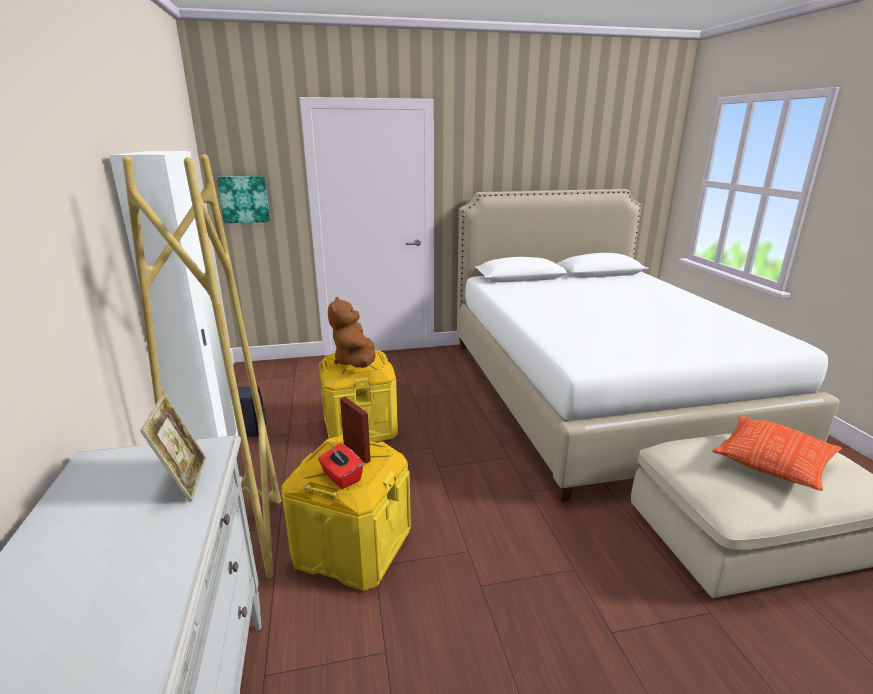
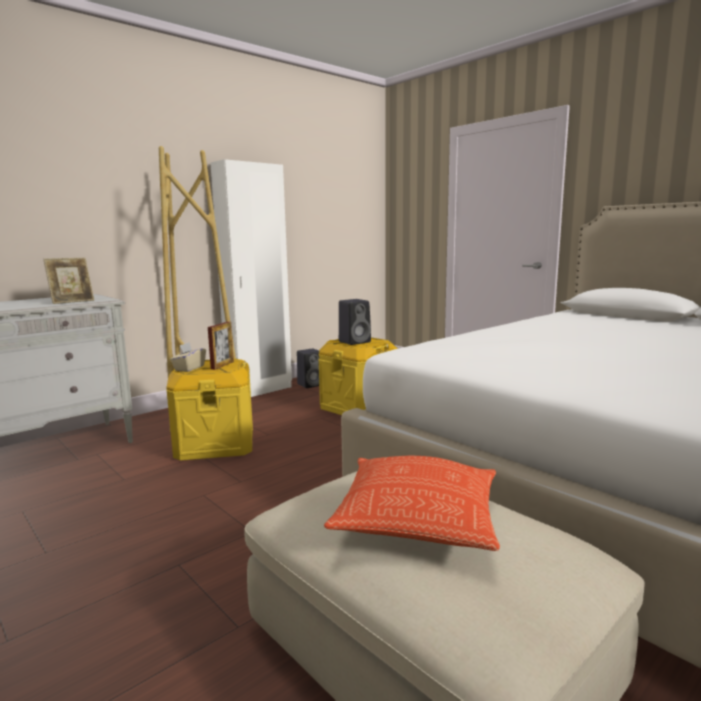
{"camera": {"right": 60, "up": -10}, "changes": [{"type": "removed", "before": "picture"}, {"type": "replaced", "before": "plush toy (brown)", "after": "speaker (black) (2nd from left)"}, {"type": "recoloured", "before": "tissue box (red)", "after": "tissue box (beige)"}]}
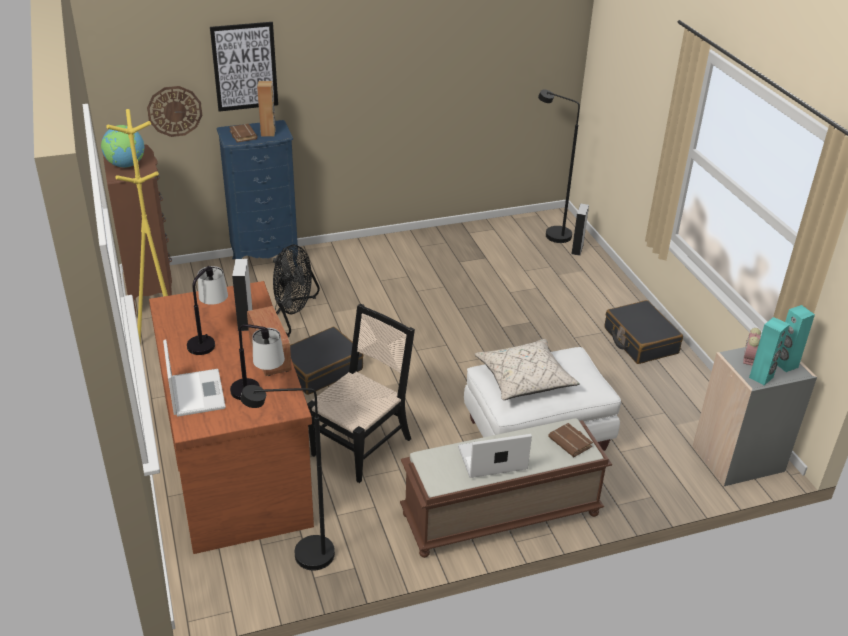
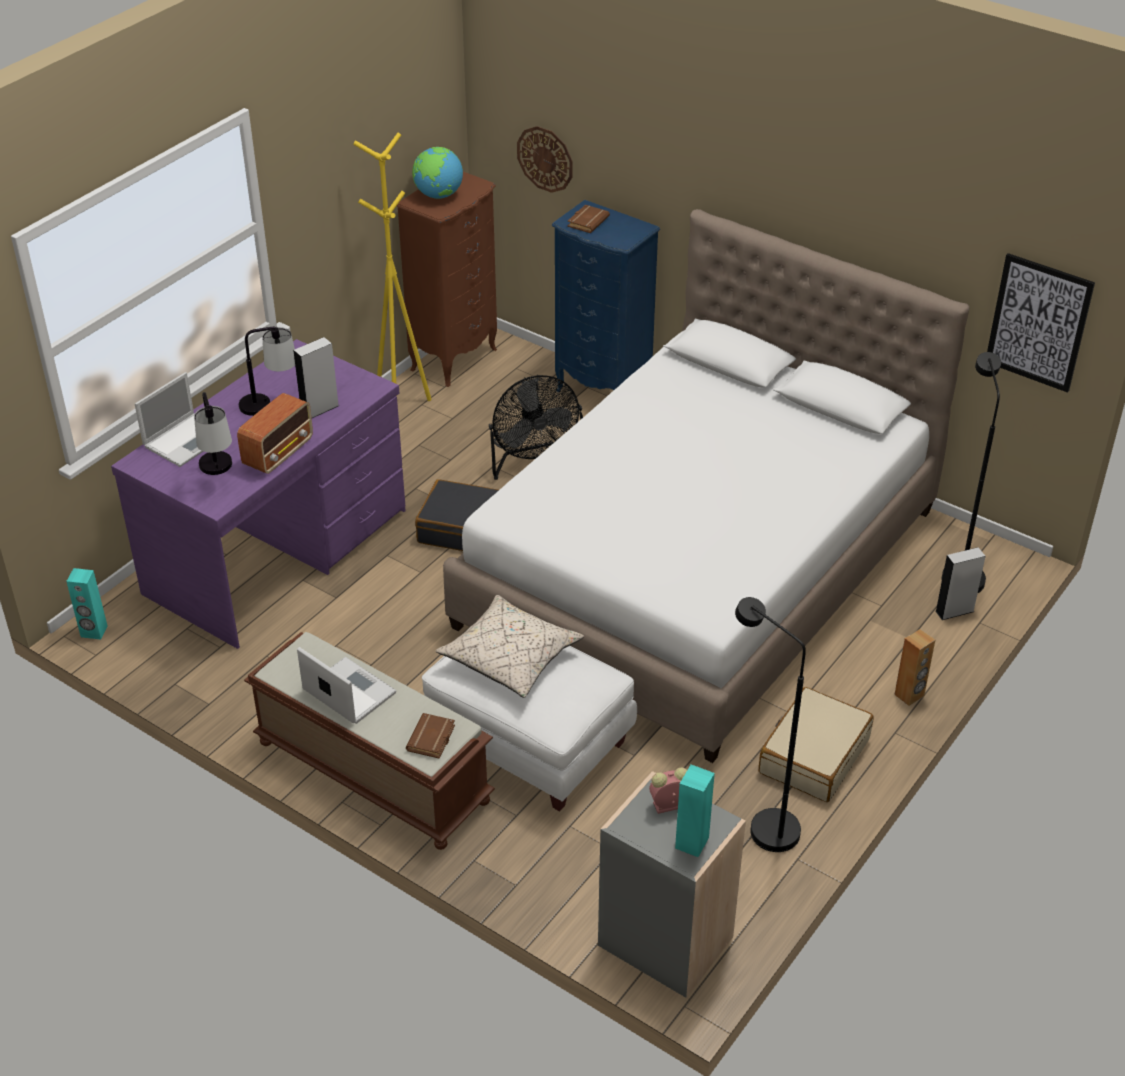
{"camera": {"right": 55, "up": 5}, "changes": [{"type": "moved", "before": "picture"}, {"type": "moved", "before": "speaker (brown)"}, {"type": "recoloured", "before": "desk (brown)", "after": "desk (purple)"}, {"type": "recoloured", "before": "suitcase (black) (2nd from left)", "after": "suitcase (beige)"}, {"type": "removed", "before": "chair"}, {"type": "moved", "before": "speaker (turquoise) (1st from left)"}, {"type": "moved", "before": "floor lamp (black) (1st from left)"}, {"type": "added", "after": "bed (white)"}]}
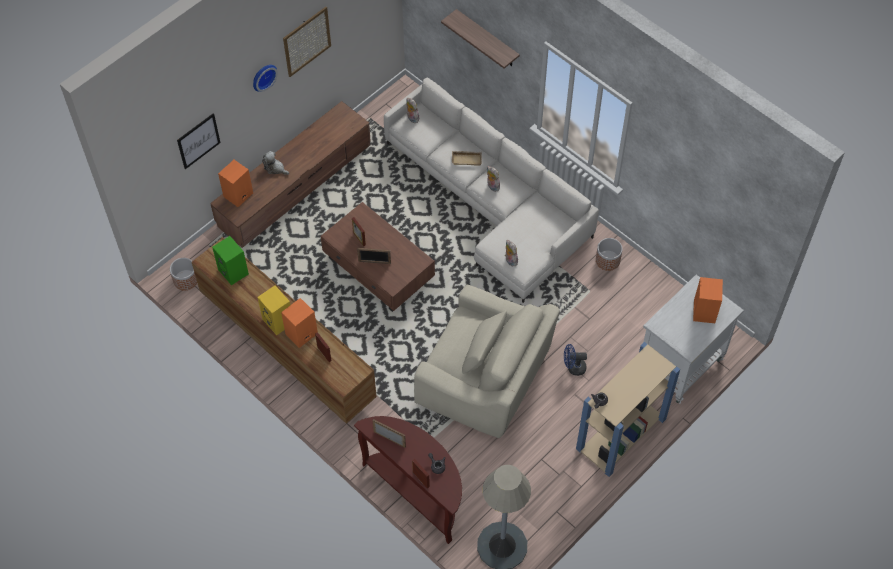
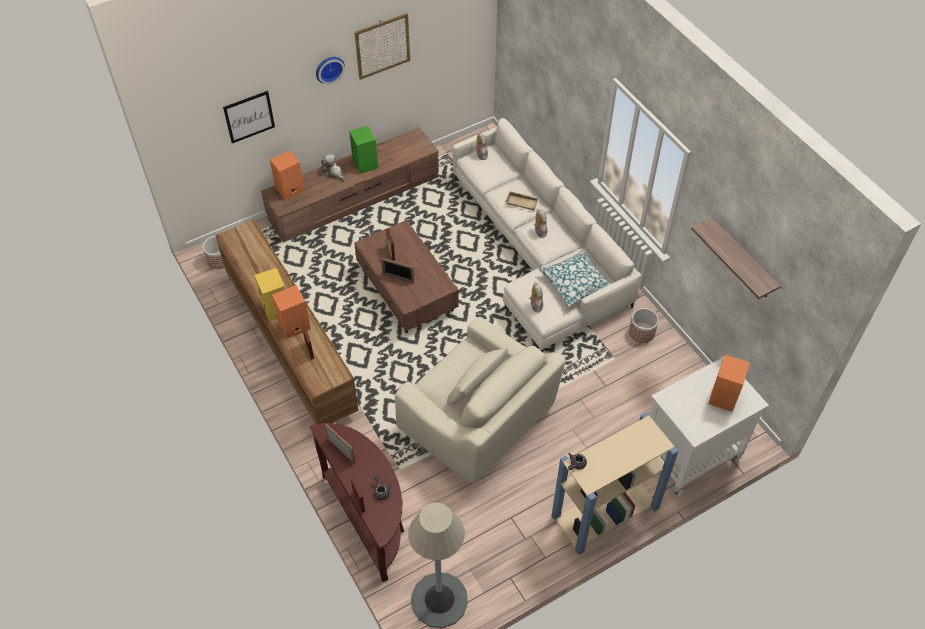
{"camera": {"right": 15, "up": -5}, "changes": [{"type": "moved", "before": "shelf"}, {"type": "moved", "before": "speaker (green)"}, {"type": "removed", "before": "fan (blue)"}, {"type": "added", "after": "pillow"}]}
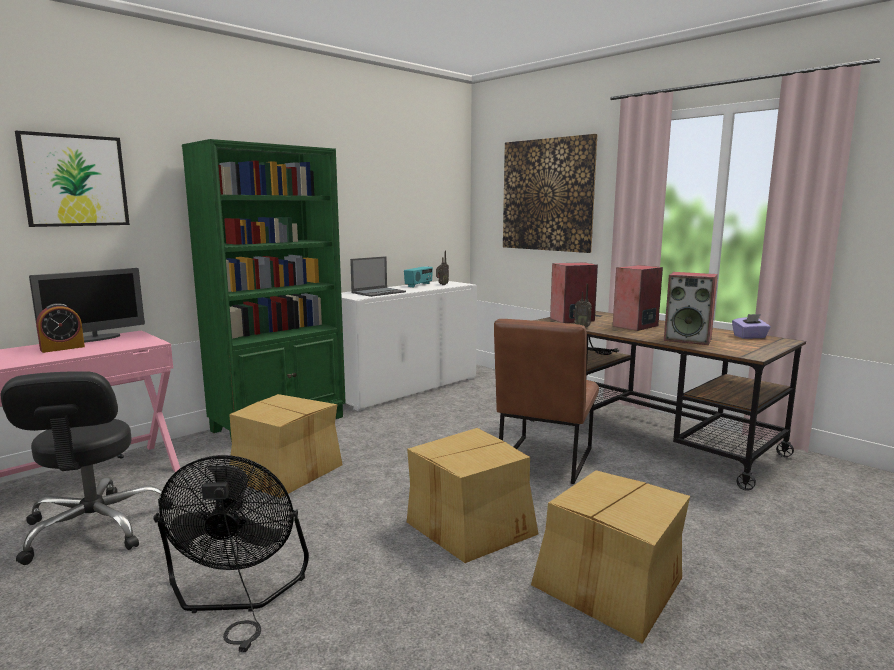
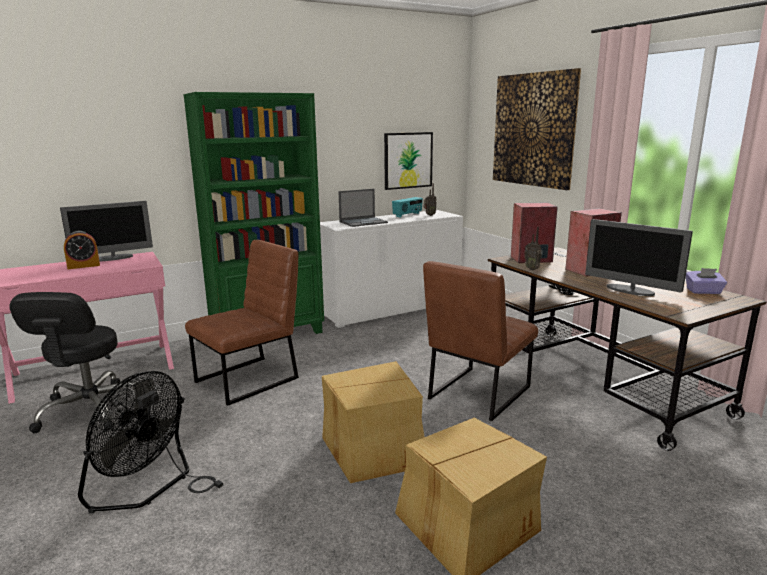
{"camera": {"right": 15, "up": 5}, "changes": [{"type": "moved", "before": "picture (1st from left)"}, {"type": "replaced", "before": "speaker (3rd from left)", "after": "monitor (2nd from left)"}, {"type": "replaced", "before": "cardboard box (1st from left)", "after": "chair (brown) (1st from left)"}, {"type": "turned", "before": "fan (black)", "turn": -75}]}
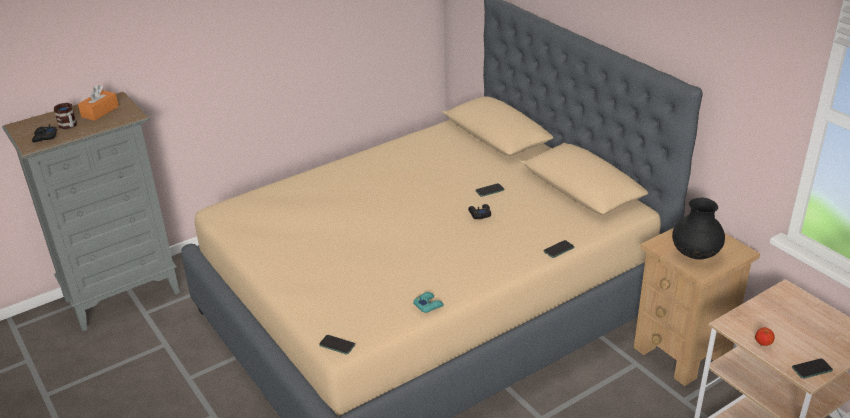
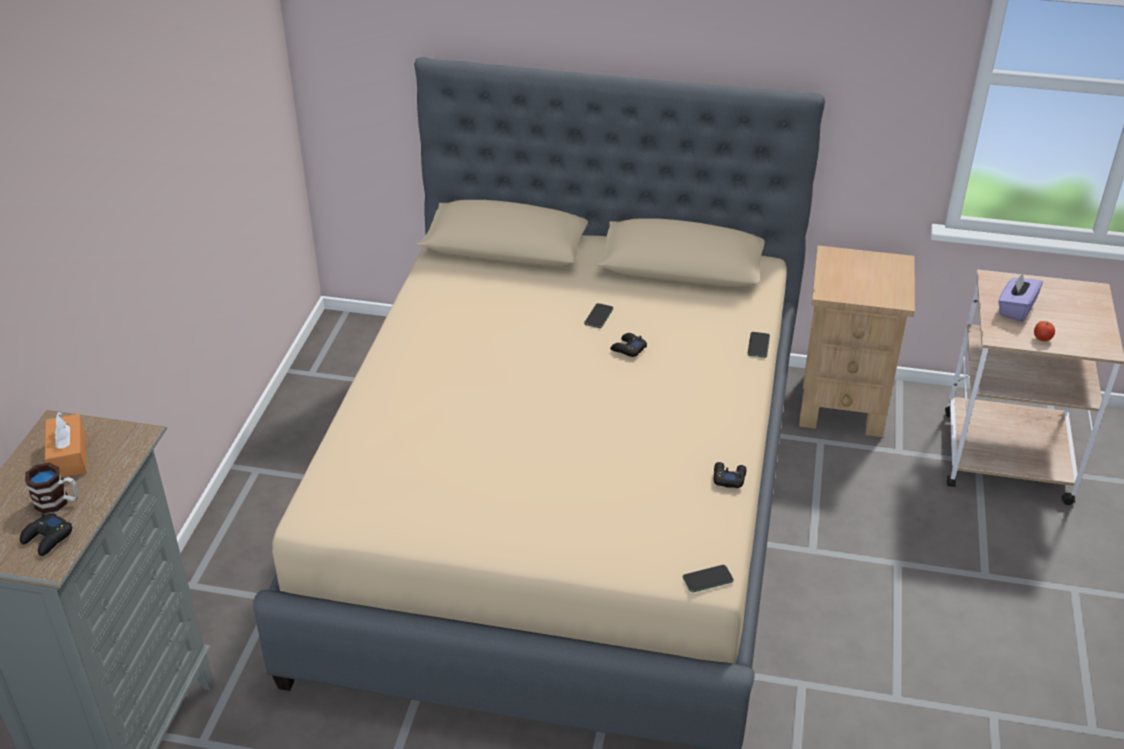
{"camera": {"right": -45, "up": 5}, "changes": [{"type": "removed", "before": "vase (black)"}, {"type": "recoloured", "before": "game controller (turquoise)", "after": "game controller (black) (3rd from left)"}, {"type": "removed", "before": "phone (4th from left)"}, {"type": "added", "after": "tissue box (purple)"}]}
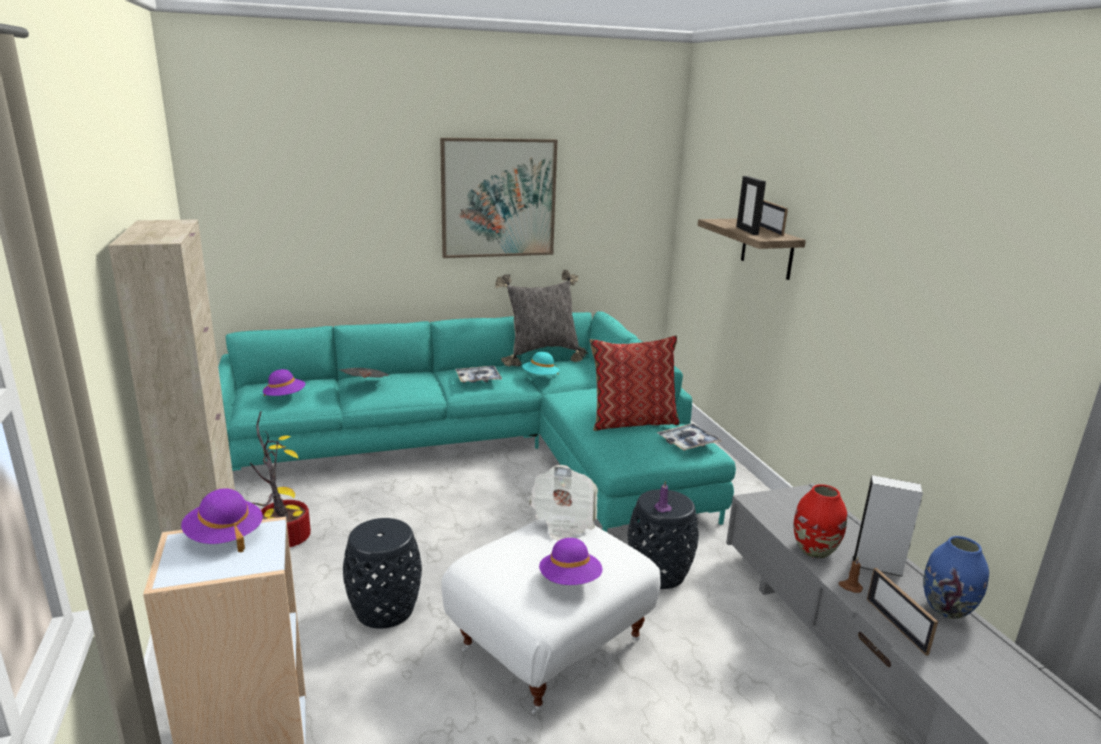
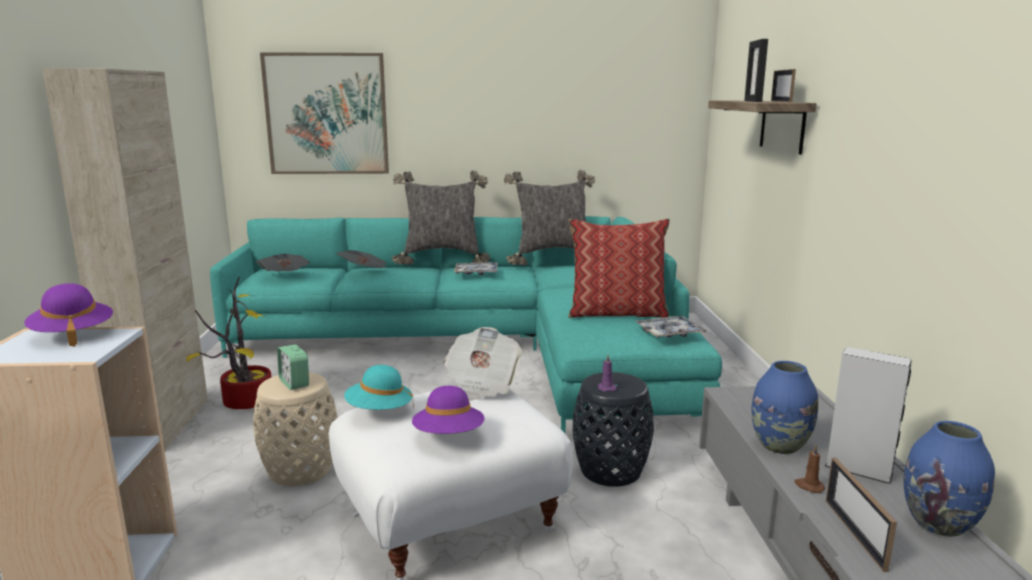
{"camera": {"right": 15, "up": -5}, "changes": [{"type": "moved", "before": "picture"}, {"type": "moved", "before": "hat (turquoise)"}, {"type": "replaced", "before": "hat (purple) (2nd from left)", "after": "newspaper (1st from left)"}, {"type": "recoloured", "before": "vase (red)", "after": "vase (blue) (1st from left)"}, {"type": "recoloured", "before": "stool (black) (1st from left)", "after": "stool (beige)"}, {"type": "added", "after": "pillow (1st from left)"}, {"type": "added", "after": "alarm clock"}]}
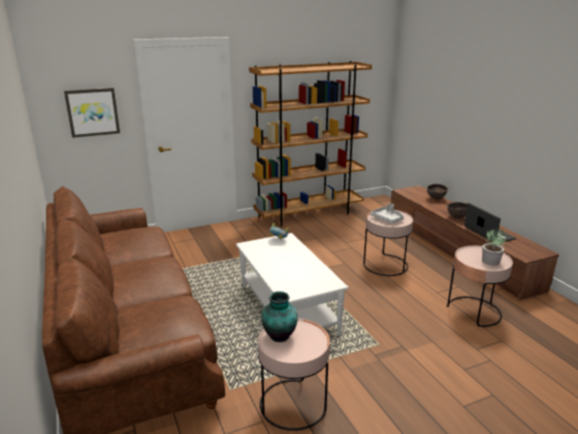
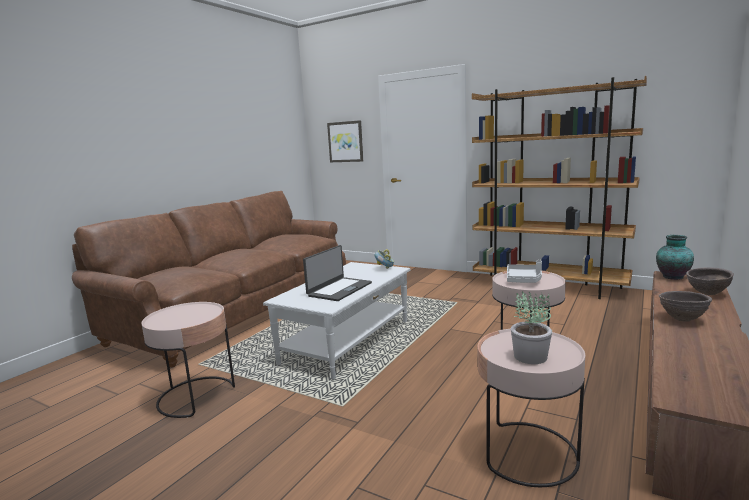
{"camera": {"right": 55, "up": -10}, "changes": [{"type": "moved", "before": "laptop"}, {"type": "moved", "before": "vase"}]}
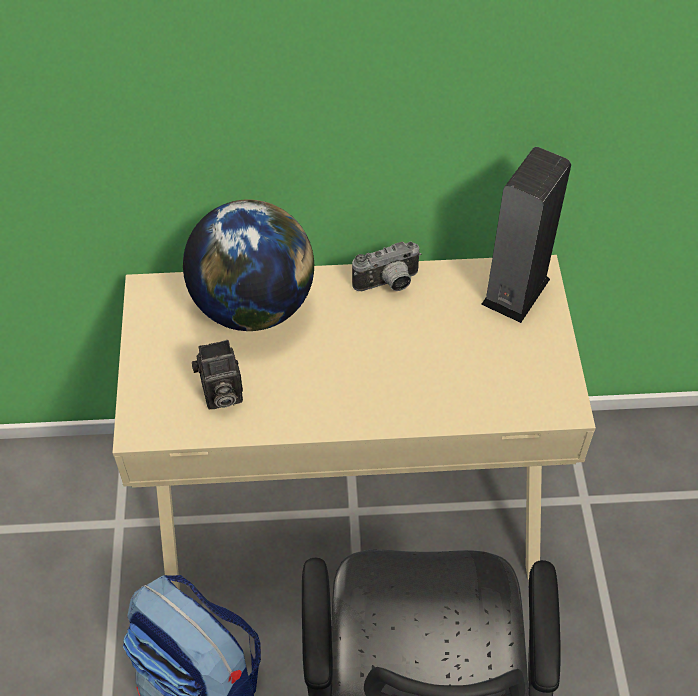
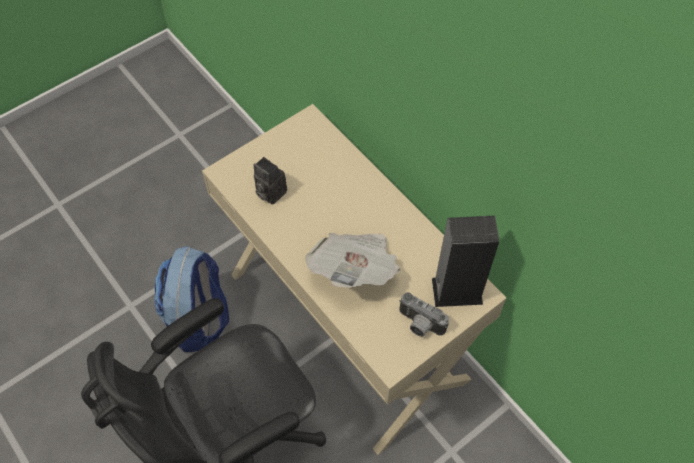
{"camera": {"right": 55, "up": 5}, "changes": [{"type": "removed", "before": "globe"}, {"type": "moved", "before": "photo camera (2nd from left)"}, {"type": "added", "after": "newspaper"}]}
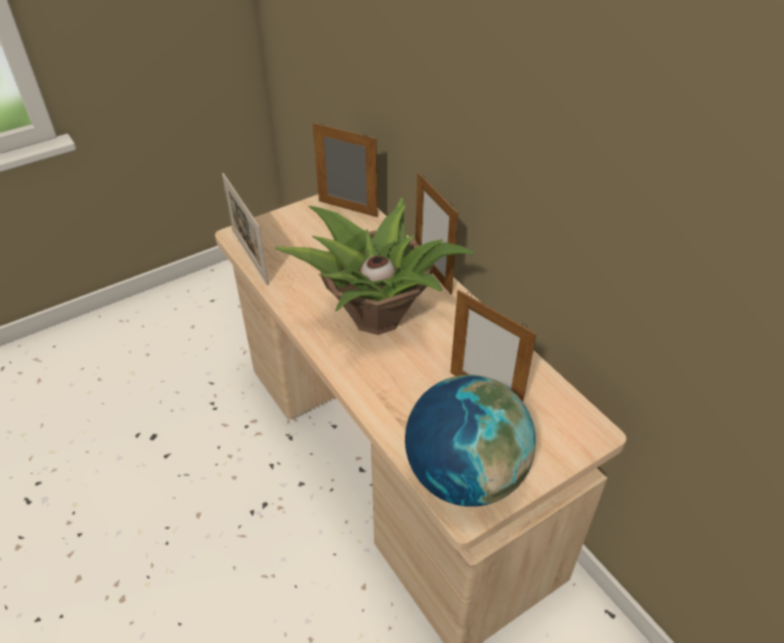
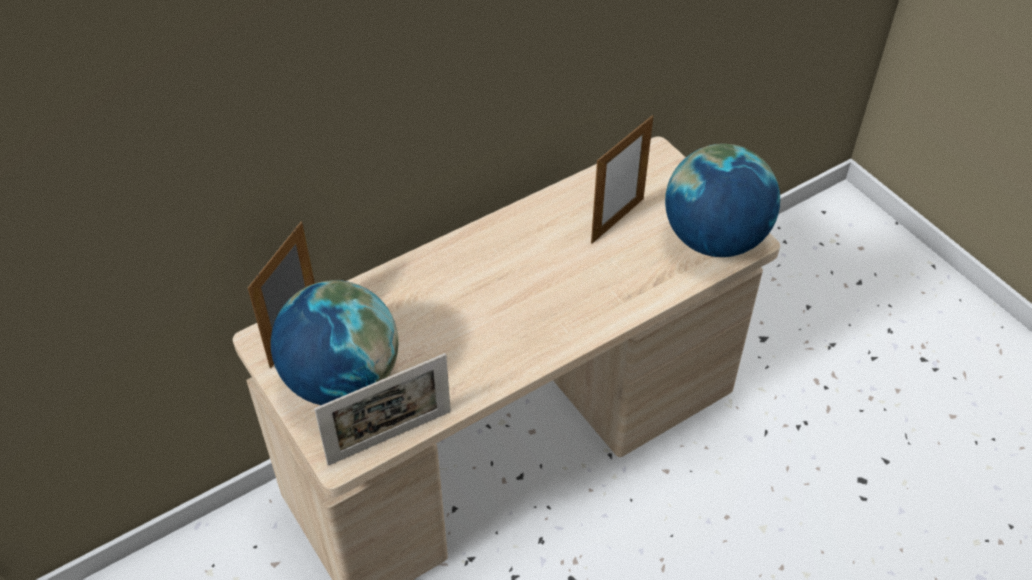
{"camera": {"right": -90, "up": 5}, "changes": [{"type": "removed", "before": "picture frame (3rd from left)"}, {"type": "removed", "before": "potted plant"}, {"type": "added", "after": "globe (1st from left)"}]}
